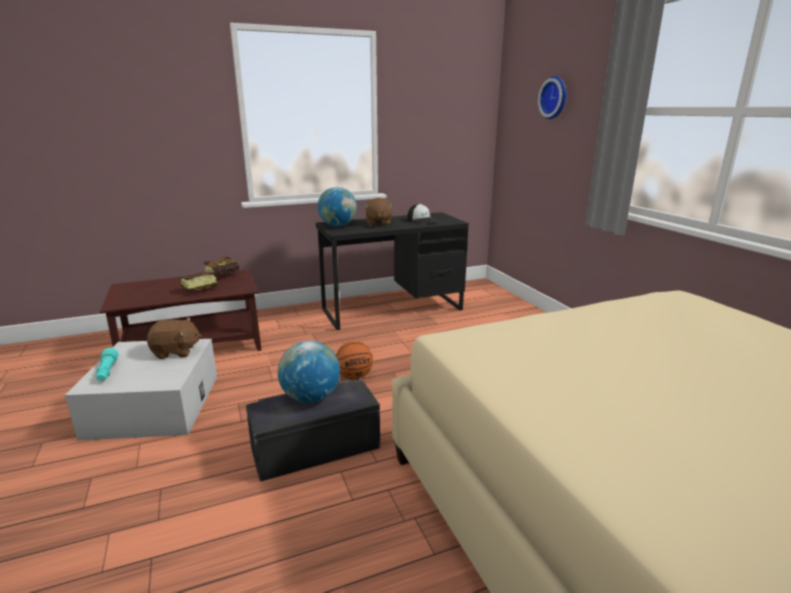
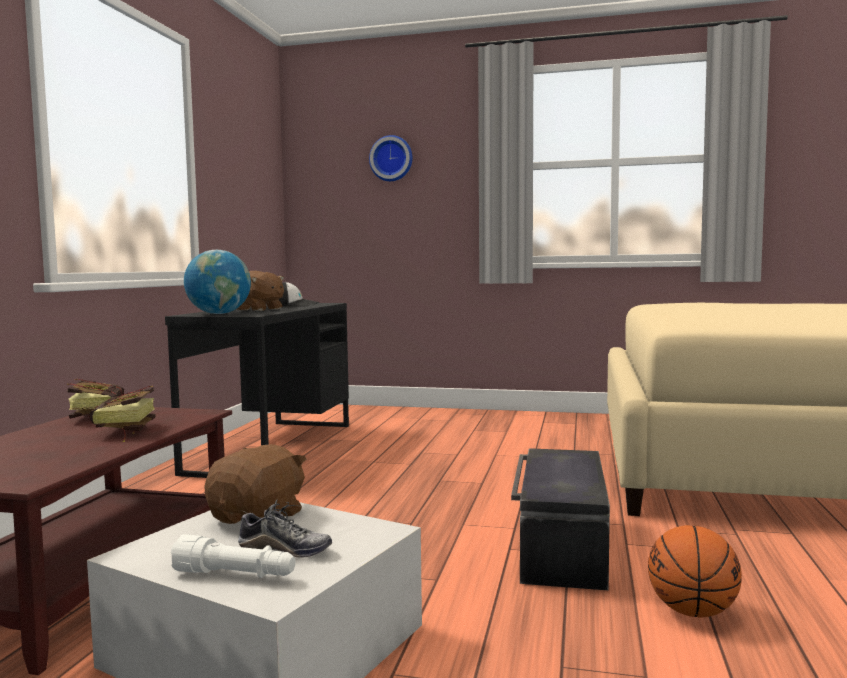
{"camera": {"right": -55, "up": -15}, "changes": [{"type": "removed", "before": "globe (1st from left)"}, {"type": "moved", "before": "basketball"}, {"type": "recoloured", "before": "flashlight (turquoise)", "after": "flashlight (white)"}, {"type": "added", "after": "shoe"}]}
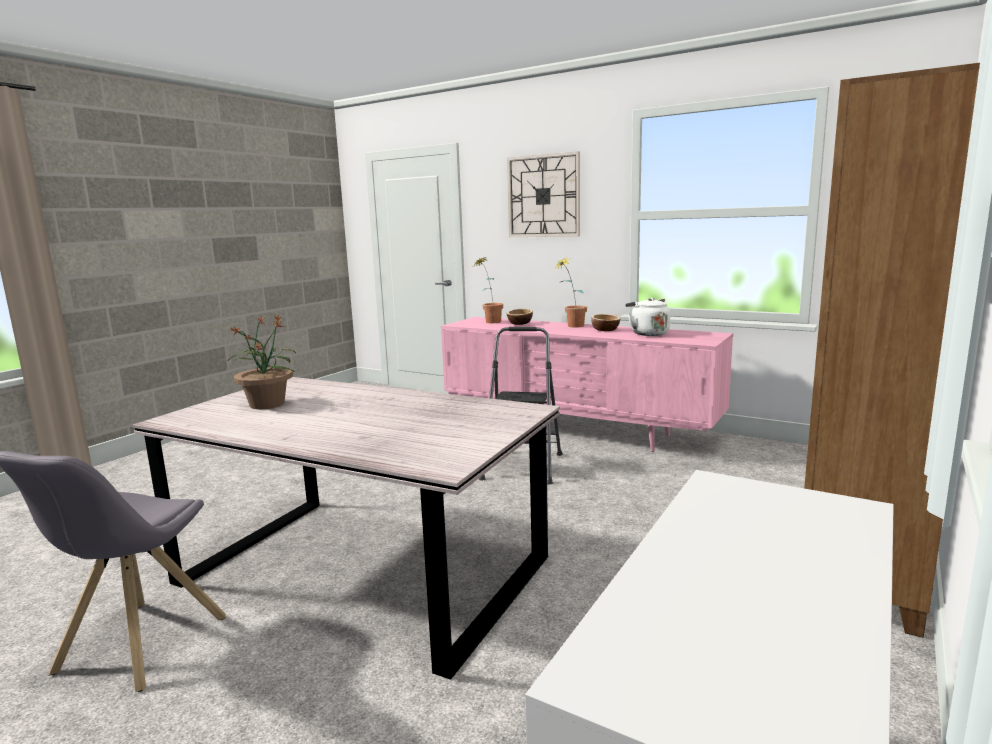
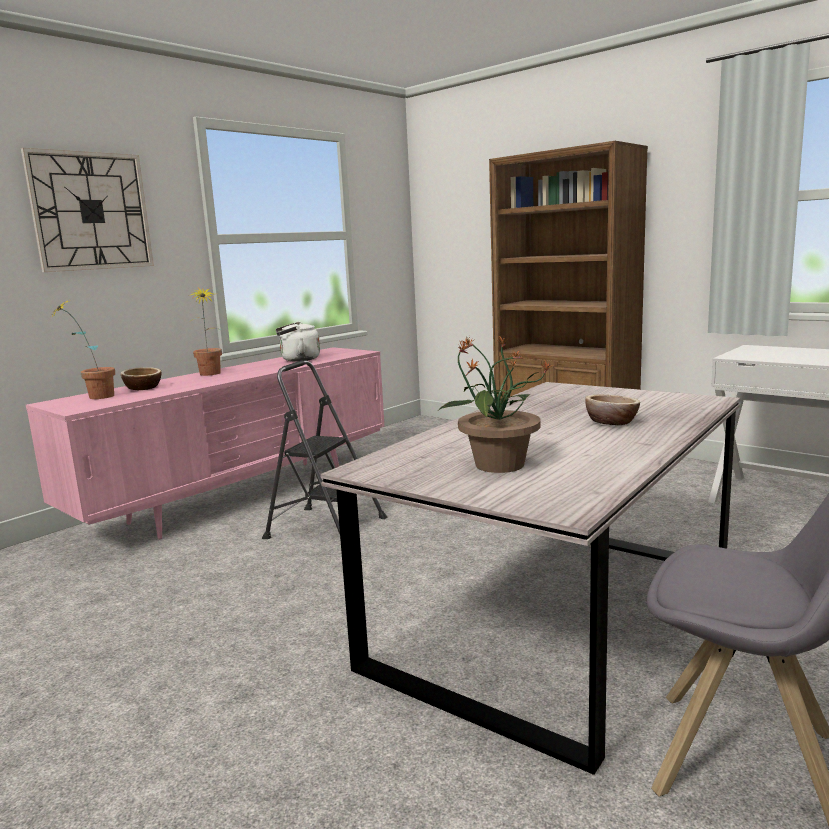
{"camera": {"right": -80, "up": 0}, "changes": [{"type": "moved", "before": "bowl (2nd from left)"}]}
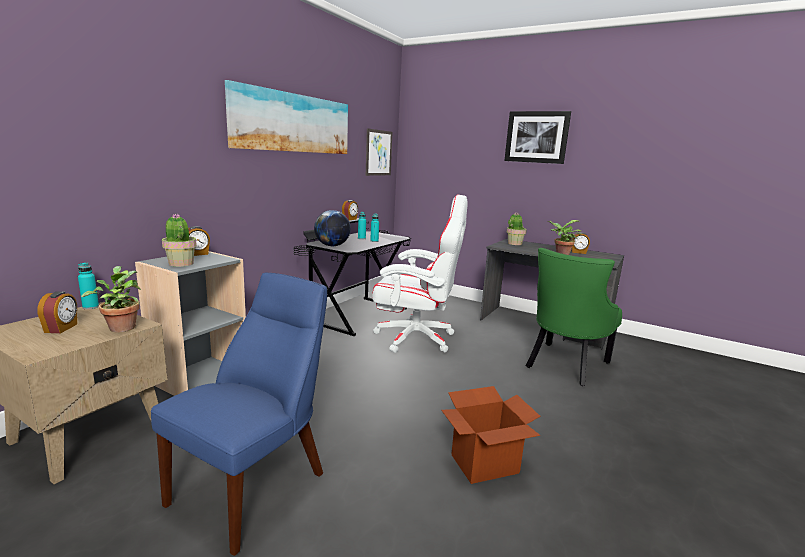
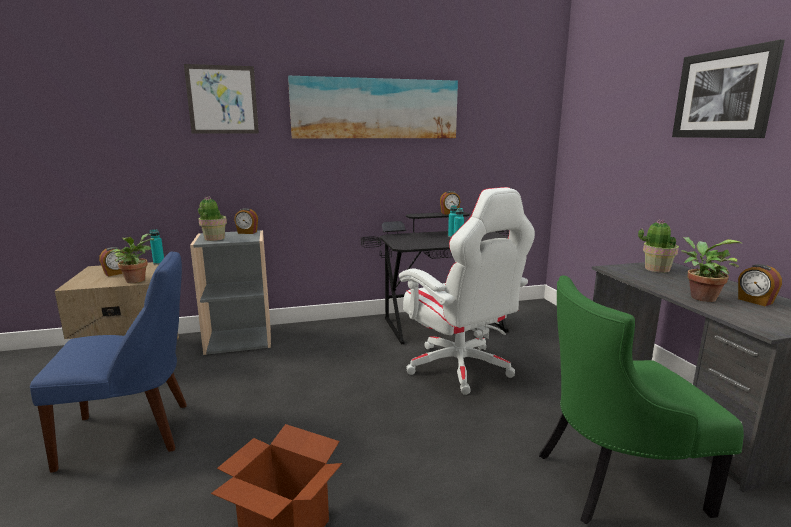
{"camera": {"right": 45, "up": 0}, "changes": [{"type": "moved", "before": "picture (2nd from left in the first image)", "after": "picture (1st from left)"}, {"type": "removed", "before": "globe"}]}
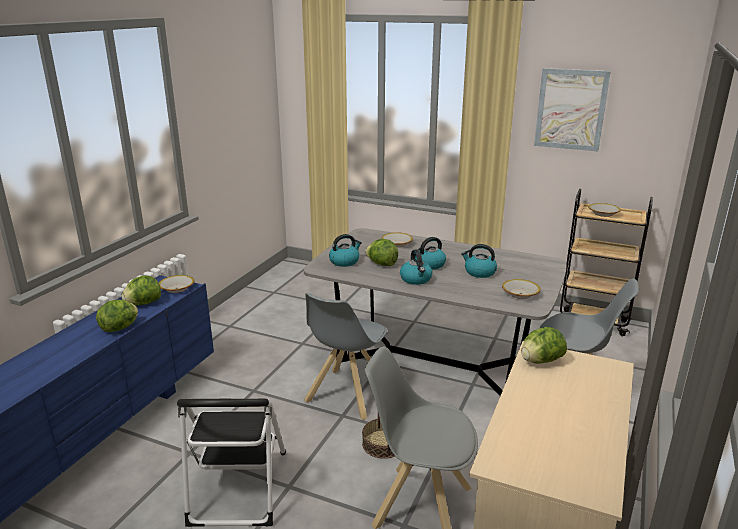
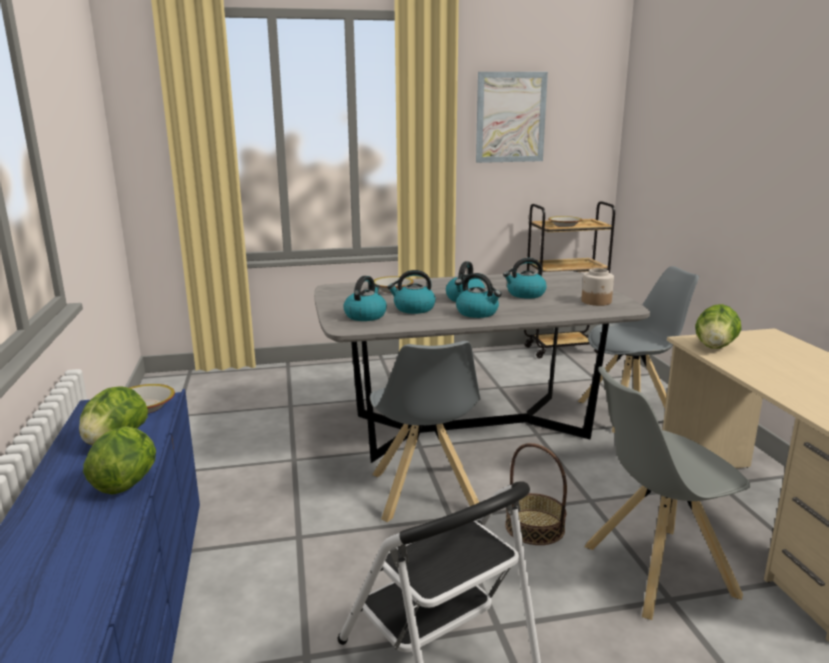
{"camera": {"right": -35, "up": -5}, "changes": [{"type": "replaced", "before": "lettuce (3rd from left)", "after": "kettle (2nd from left)"}, {"type": "replaced", "before": "bowl (3rd from left)", "after": "jar"}]}
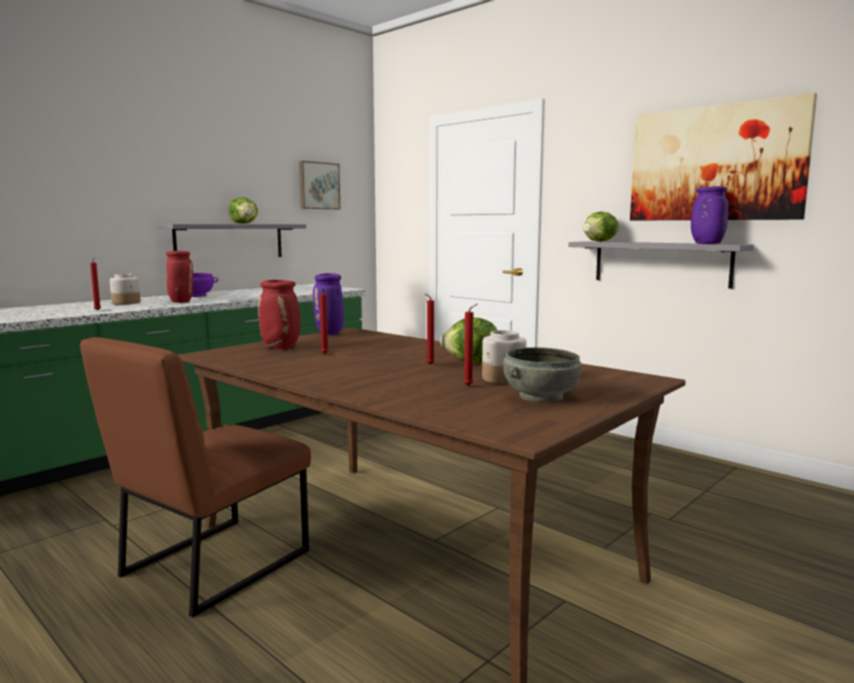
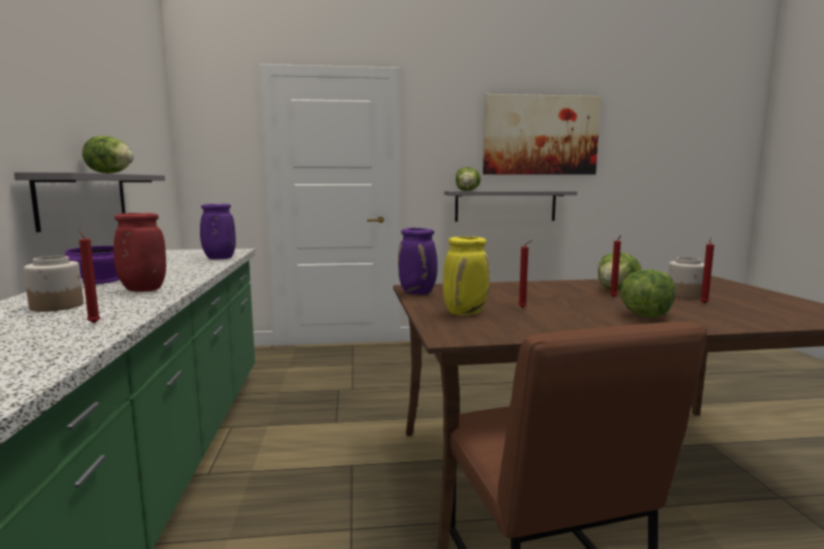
{"camera": {"right": -50, "up": 0}, "changes": [{"type": "removed", "before": "picture (1st from left)"}, {"type": "moved", "before": "vase (purple) (2nd from left in the first image)", "after": "vase (purple) (1st from left)"}, {"type": "recoloured", "before": "vase (red) (2nd from left)", "after": "vase (yellow)"}, {"type": "removed", "before": "bowl (grey)"}, {"type": "added", "after": "lettuce (4th from left)"}]}
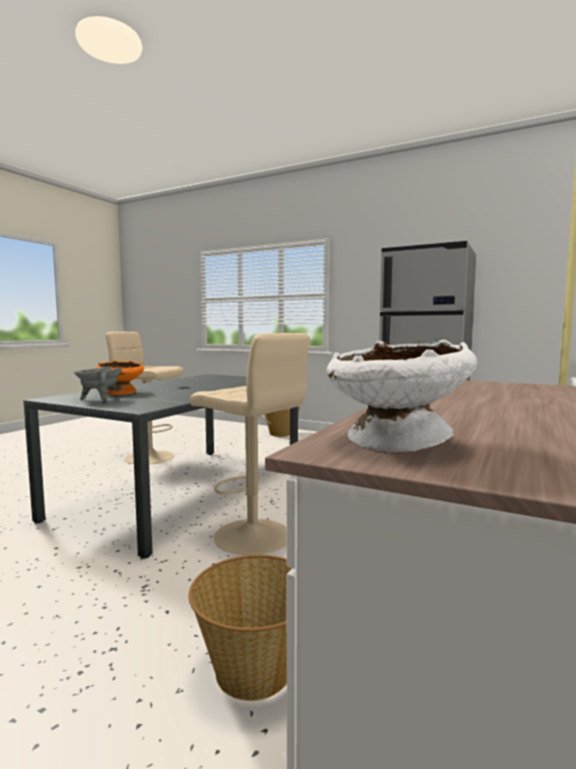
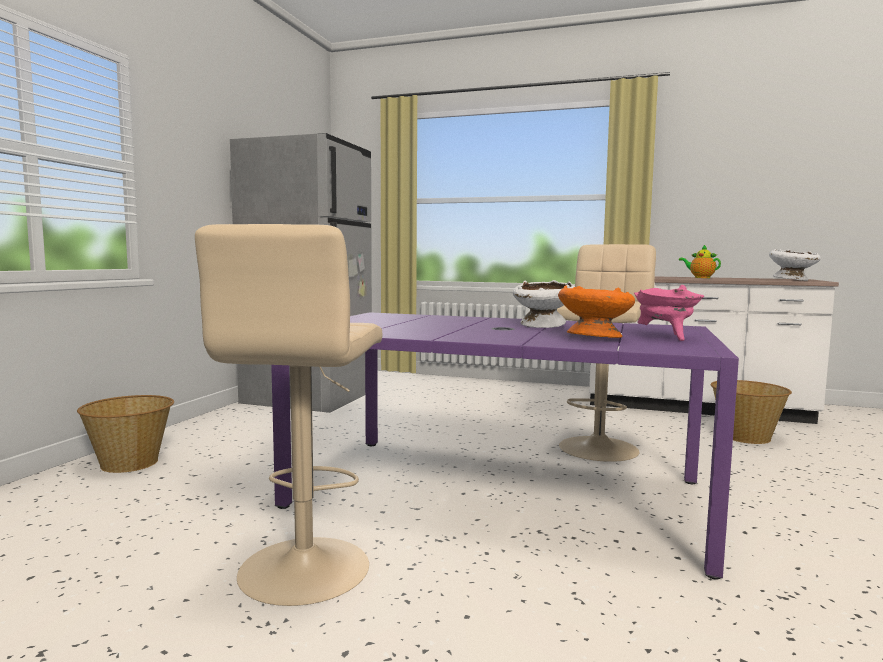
{"camera": {"right": -100, "up": 0}, "changes": [{"type": "recoloured", "before": "cooking pot (grey)", "after": "cooking pot (pink)"}, {"type": "recoloured", "before": "dining table (grey)", "after": "dining table (purple)"}, {"type": "added", "after": "teapot"}, {"type": "added", "after": "bowl (white) (1st from left)"}]}
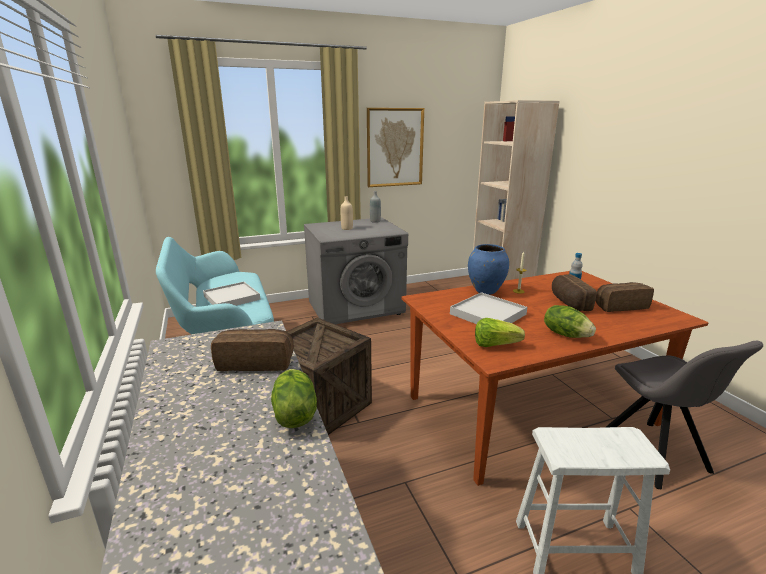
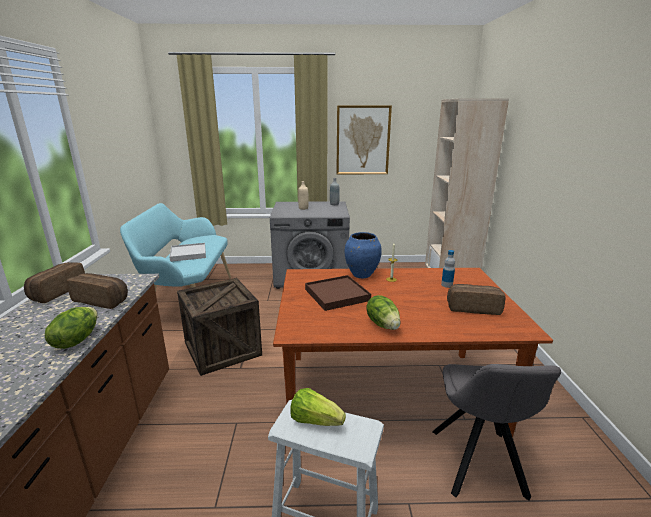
{"camera": {"right": 20, "up": 0}, "changes": [{"type": "moved", "before": "bread (2nd from left in the first image)", "after": "bread (1st from left)"}, {"type": "recoloured", "before": "tray (white) (2nd from left)", "after": "tray (brown)"}, {"type": "moved", "before": "lettuce (2nd from left)"}]}
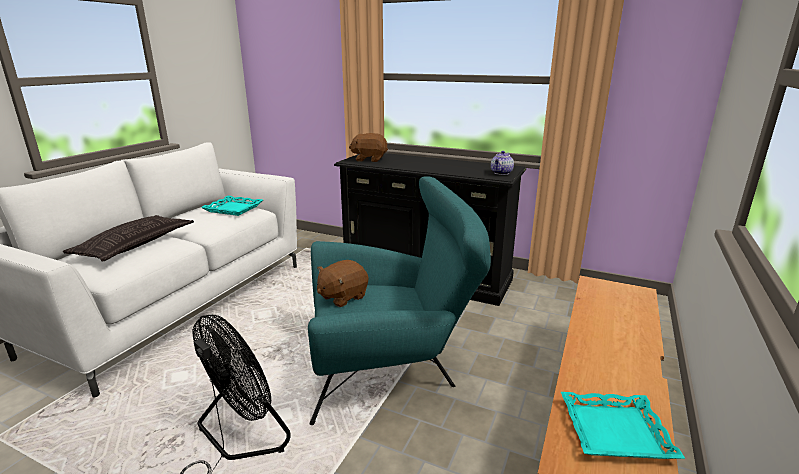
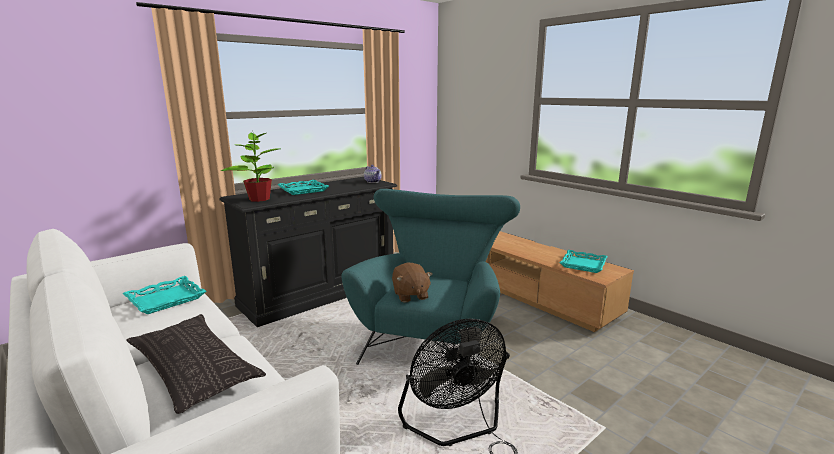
{"camera": {"right": -65, "up": -5}, "changes": [{"type": "replaced", "before": "plush toy (brown) (2nd from left)", "after": "potted plant"}, {"type": "added", "after": "tray (turquoise) (2nd from left)"}]}
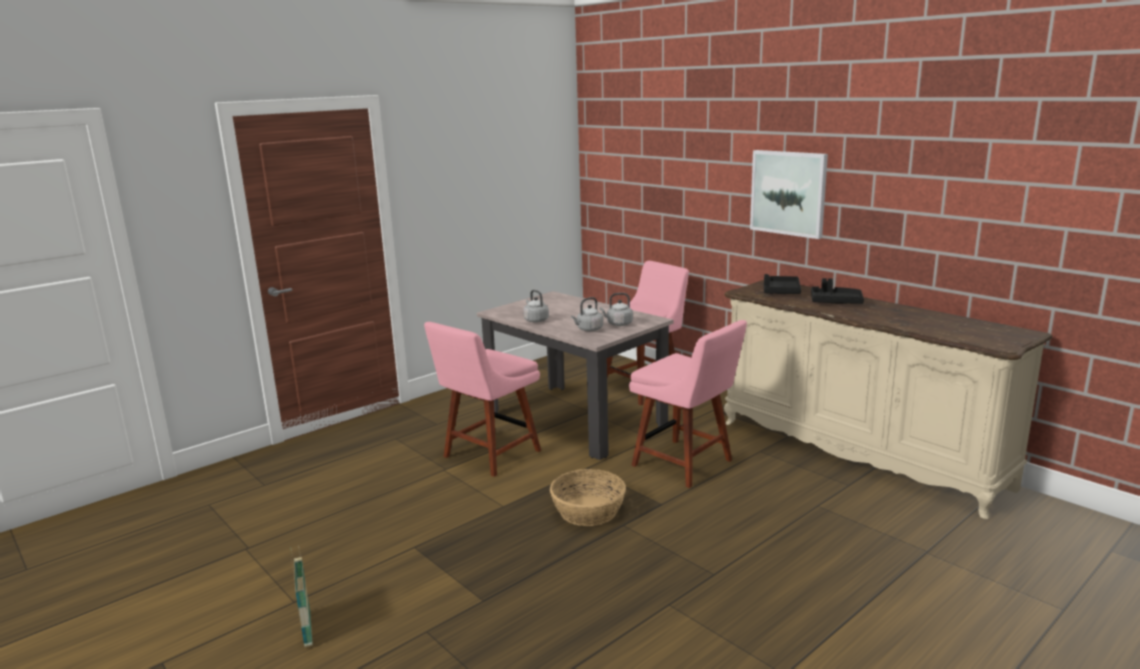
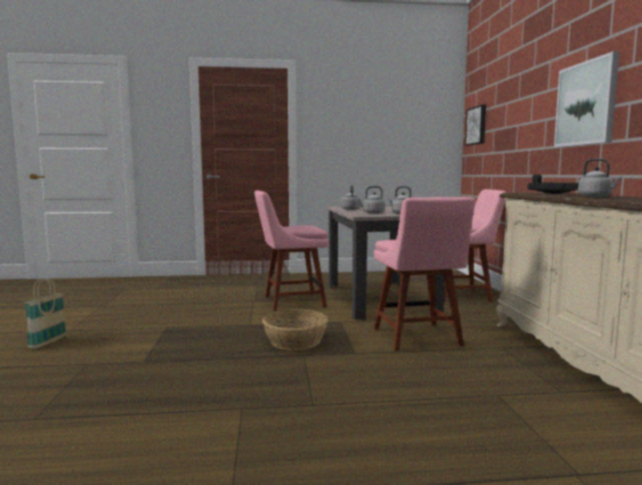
{"camera": {"right": 35, "up": -10}, "changes": [{"type": "replaced", "before": "tray (black) (2nd from left)", "after": "kettle (grey) (4th from left)"}, {"type": "added", "after": "picture (1st from left)"}]}
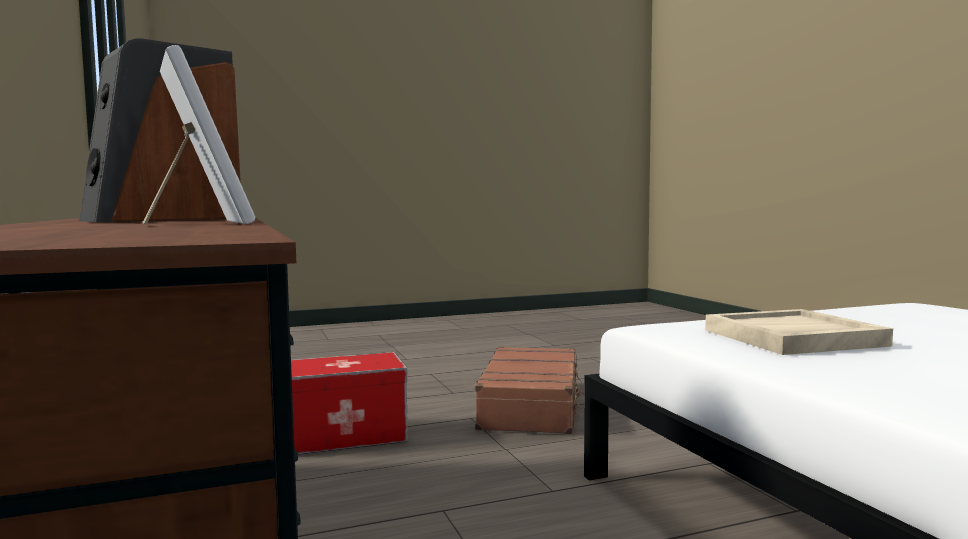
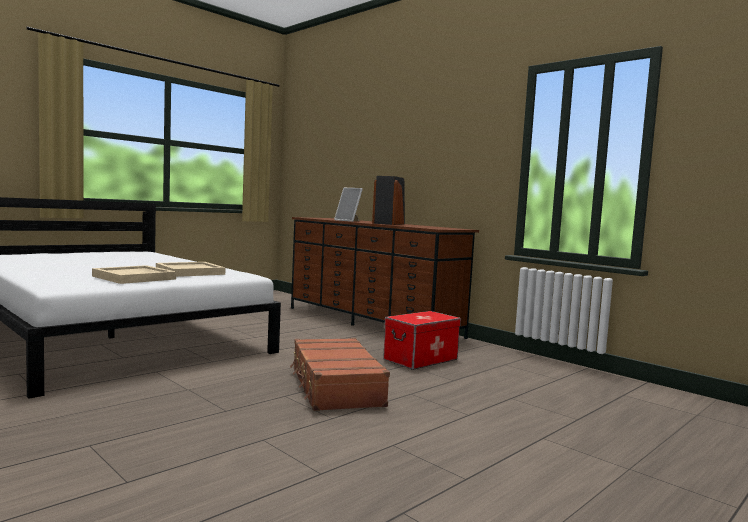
{"camera": {"right": 155, "up": 0}, "changes": [{"type": "added", "after": "tray (beige) (1st from left)"}]}
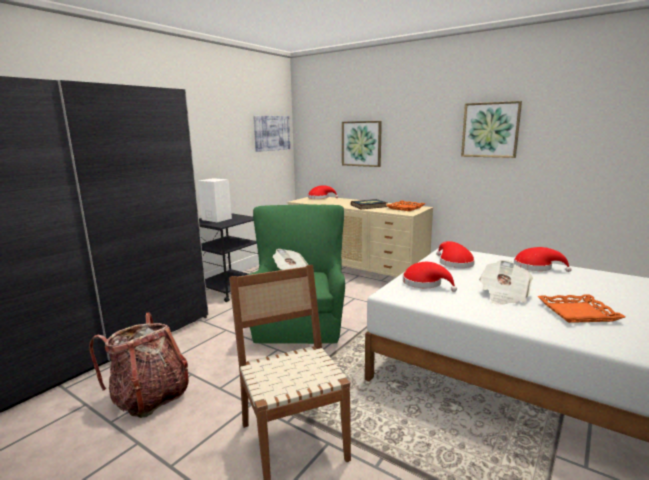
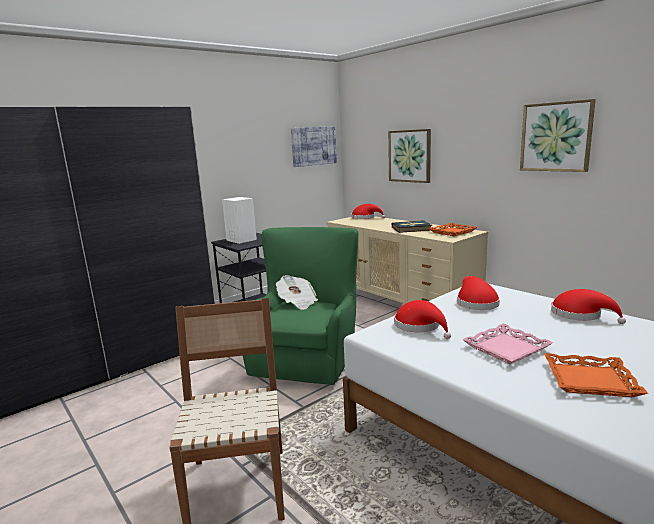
{"camera": {"right": 15, "up": 0}, "changes": [{"type": "replaced", "before": "newspaper (2nd from left)", "after": "tray (pink)"}, {"type": "removed", "before": "backpack"}]}
